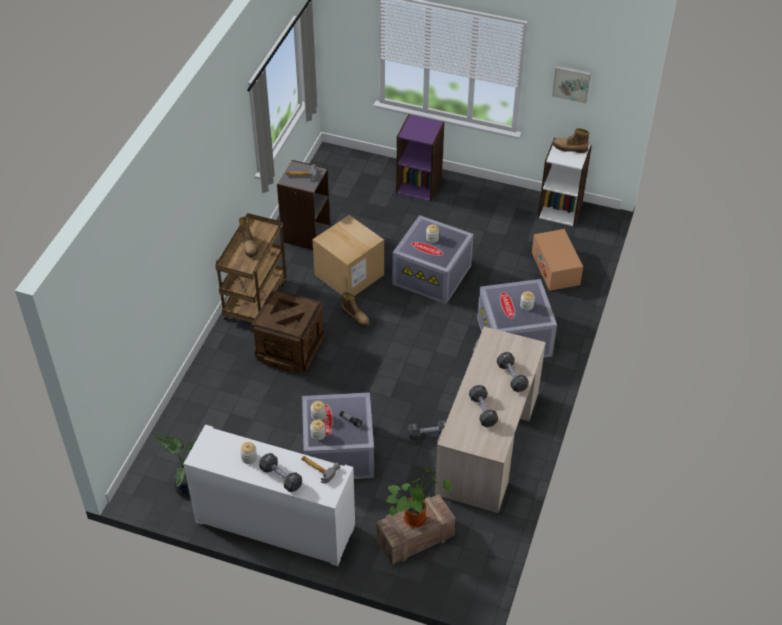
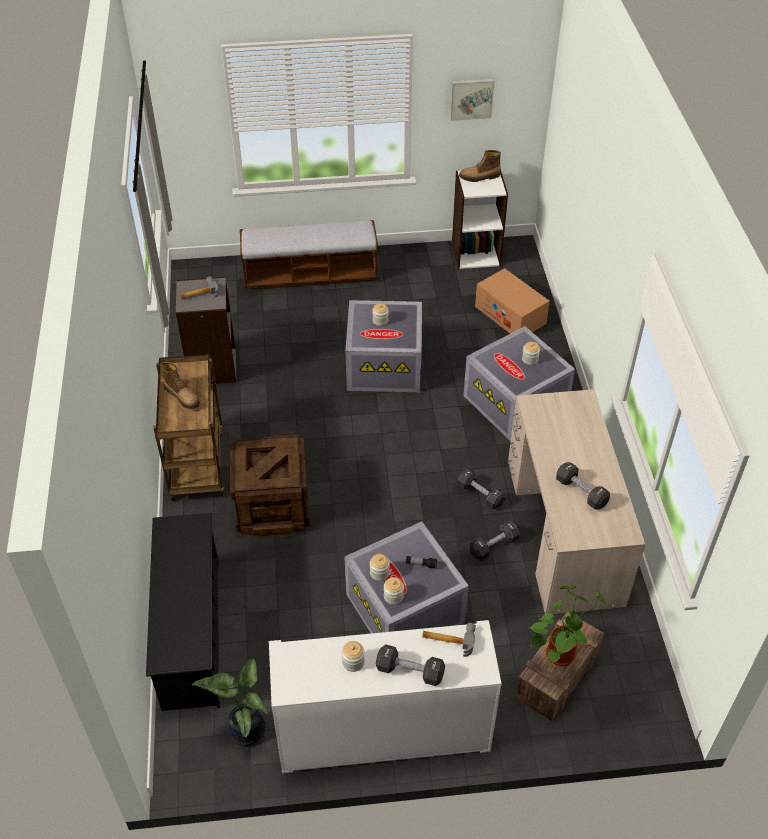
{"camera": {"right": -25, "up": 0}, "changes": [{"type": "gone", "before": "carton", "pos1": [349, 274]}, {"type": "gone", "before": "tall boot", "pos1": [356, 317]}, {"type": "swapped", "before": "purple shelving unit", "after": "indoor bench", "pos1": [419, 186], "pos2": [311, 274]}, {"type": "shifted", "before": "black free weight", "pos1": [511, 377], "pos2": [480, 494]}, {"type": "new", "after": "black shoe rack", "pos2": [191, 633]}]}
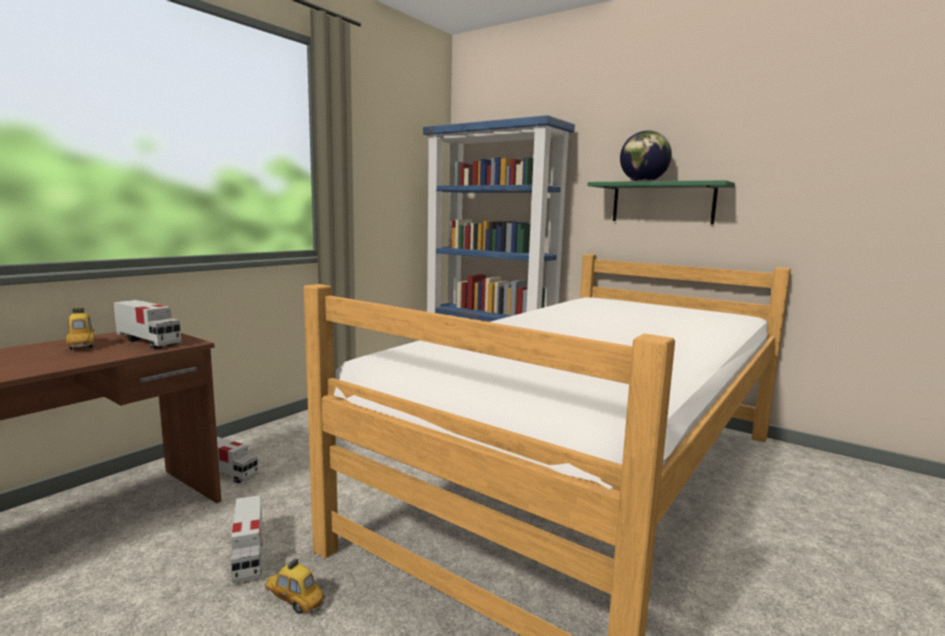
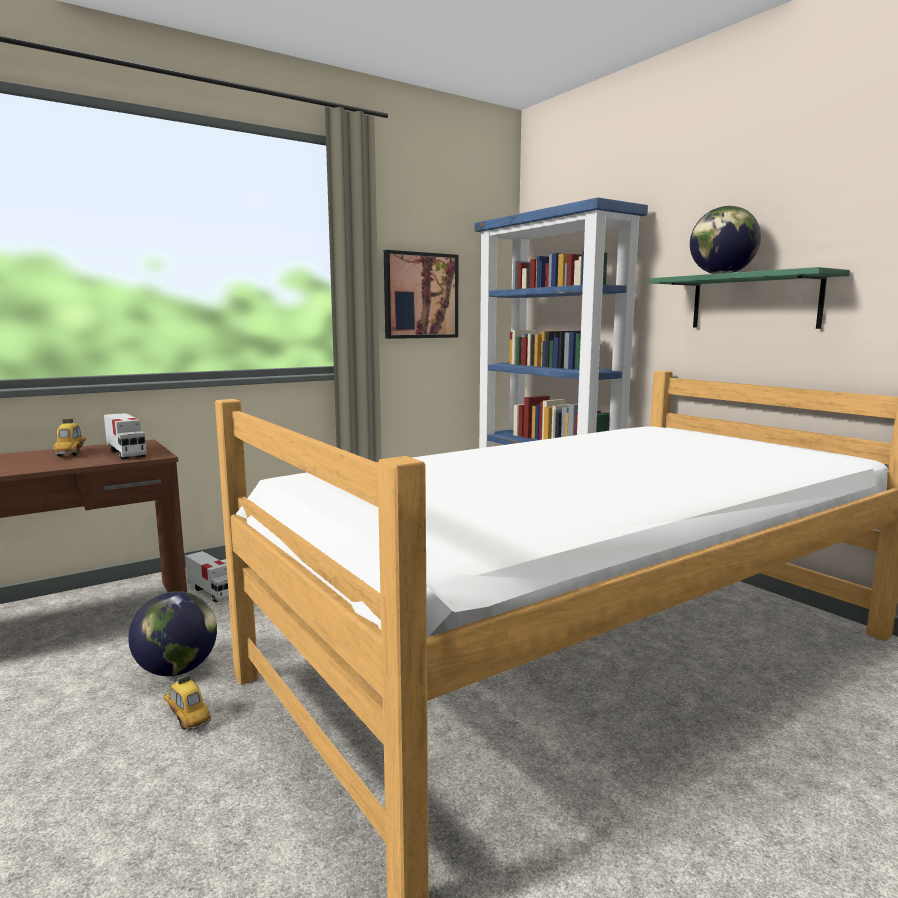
{"camera": {"right": 20, "up": 0}, "changes": [{"type": "swapped", "before": "toy truck", "after": "desk globe", "pos1": [248, 556], "pos2": [177, 670]}, {"type": "new", "after": "wall picture", "pos2": [420, 295]}]}
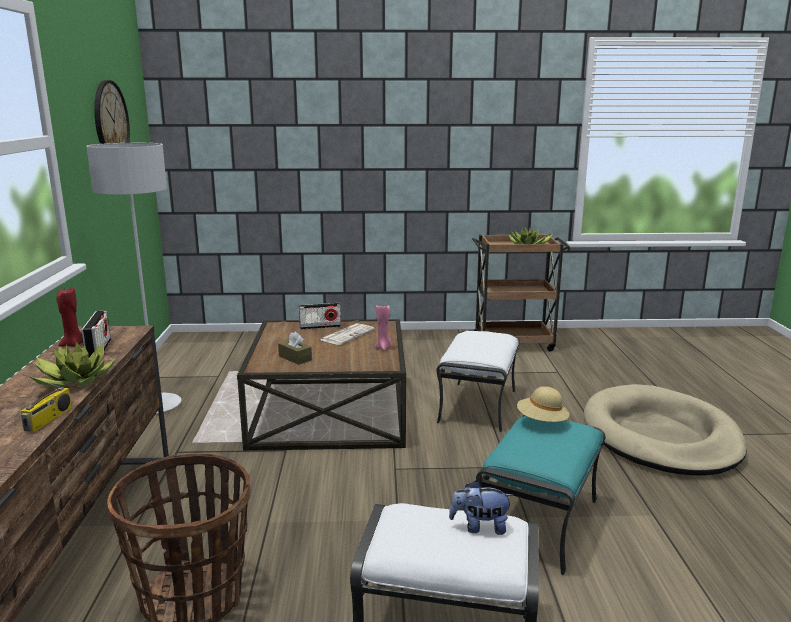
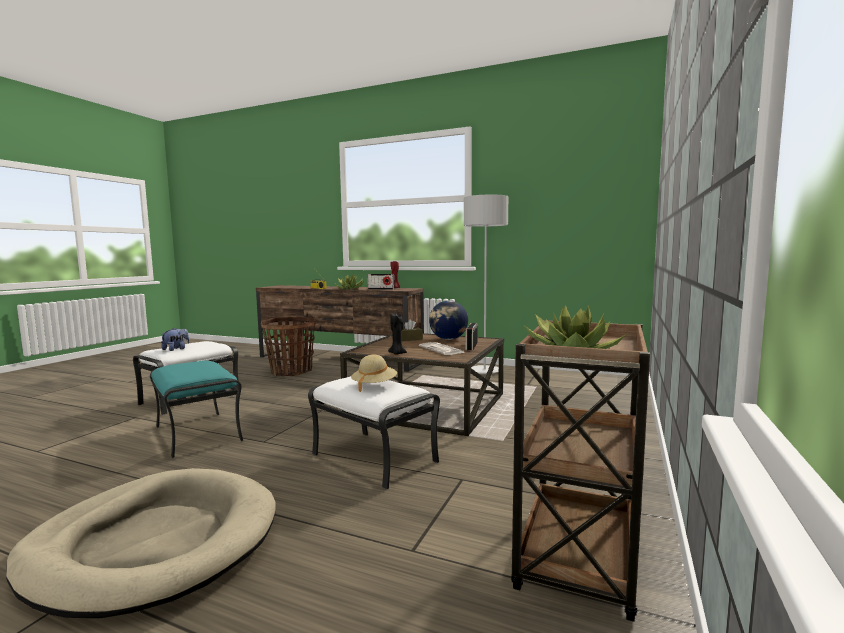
{"camera": {"right": 115, "up": -10}, "changes": [{"type": "gone", "before": "wall clock", "pos1": [110, 121]}, {"type": "repainted", "before": "pinkish wax light", "after": "black wax light", "pos1": [383, 348], "pos2": [397, 353]}, {"type": "shifted", "before": "beige clothing hat", "pos1": [542, 421], "pos2": [374, 386]}, {"type": "new", "after": "desk globe", "pos2": [448, 339]}]}
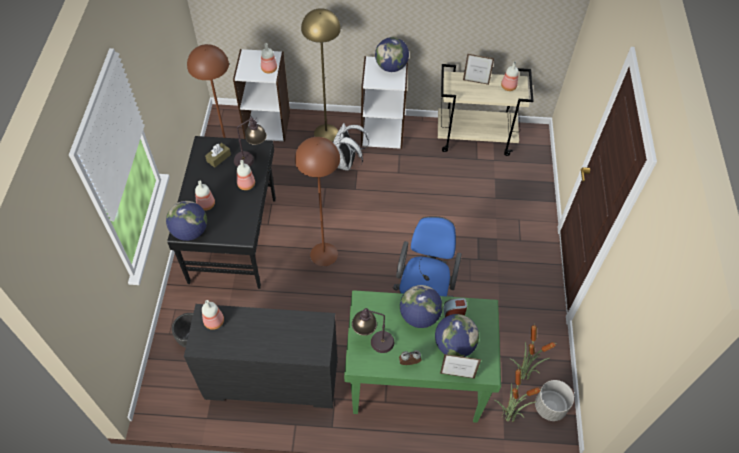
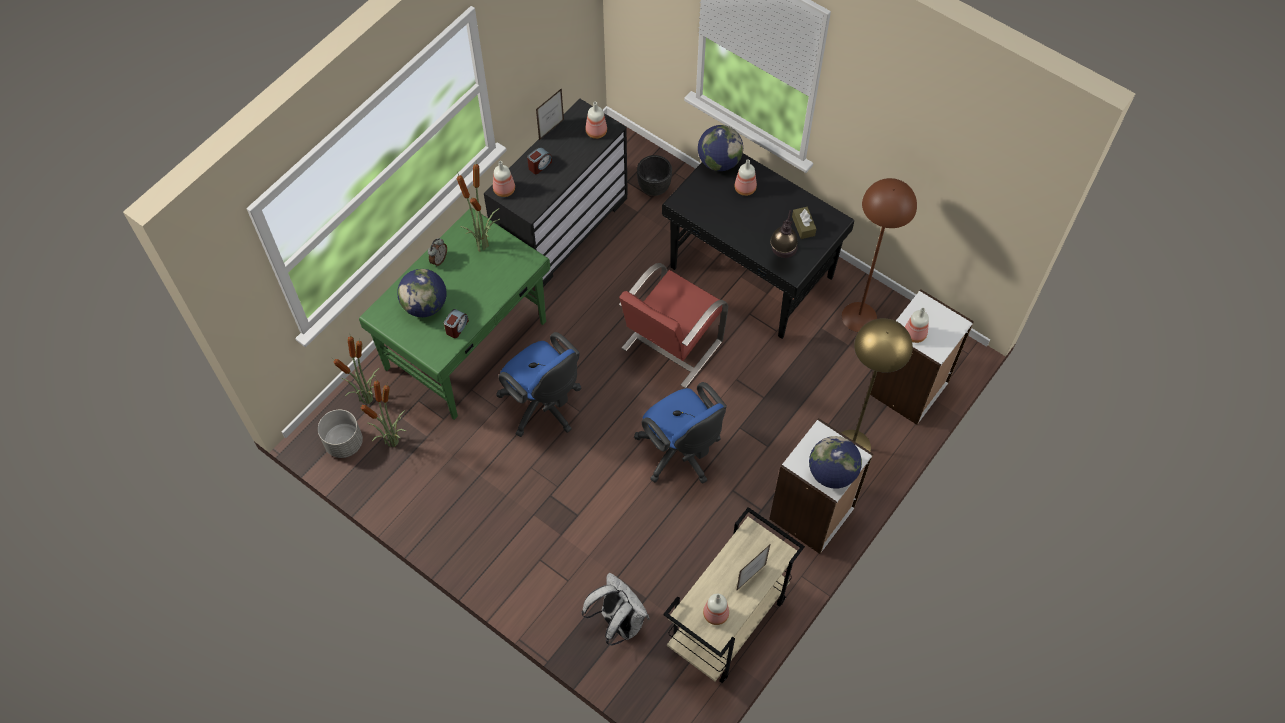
{"camera": {"right": 125, "up": 5}, "changes": [{"type": "shifted", "before": "drink bottle", "pos1": [246, 185], "pos2": [503, 189]}, {"type": "swapped", "before": "brown-coloured standing lamp", "after": "red-coloured plain chair", "pos1": [324, 254], "pos2": [670, 345]}, {"type": "shifted", "before": "white-coloured backpack", "pos1": [347, 163], "pos2": [618, 622]}, {"type": "swapped", "before": "tabletop lamp", "after": "houseplant", "pos1": [373, 341], "pos2": [483, 244]}, {"type": "gone", "before": "desk globe", "pos1": [419, 316]}, {"type": "shifted", "before": "standing frame", "pos1": [457, 376], "pos2": [551, 129]}, {"type": "new", "after": "alarm clock", "pos2": [539, 165]}, {"type": "new", "after": "blue computer chair", "pos2": [681, 453]}]}
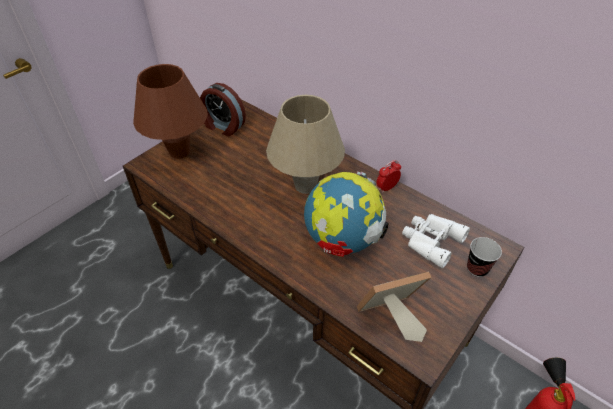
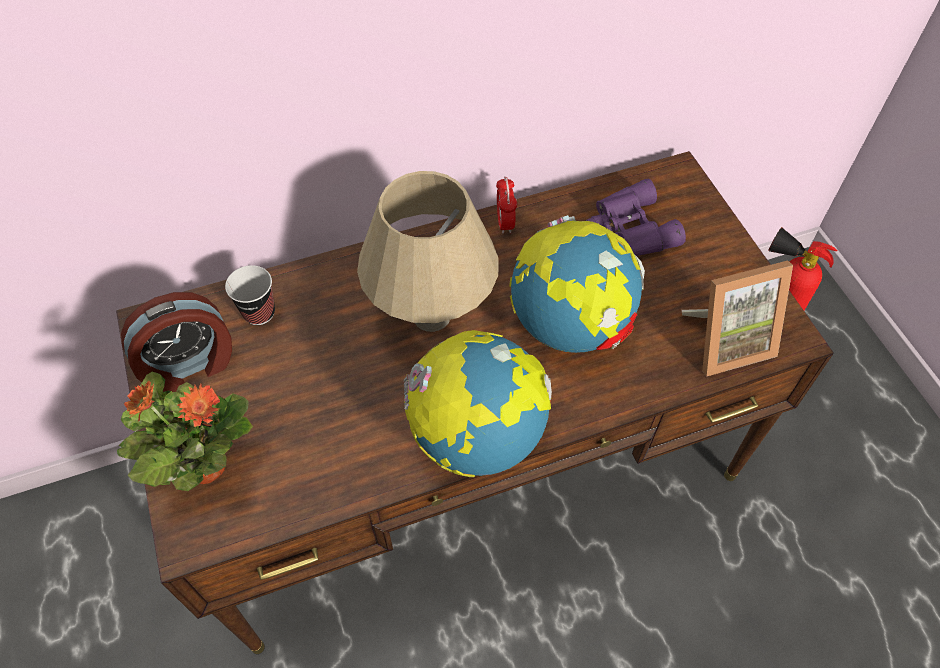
{"camera": {"right": -60, "up": 10}, "changes": [{"type": "swapped", "before": "brown-coloured tabletop lamp", "after": "houseplant", "pos1": [179, 152], "pos2": [204, 465]}, {"type": "rotated", "before": "standing frame", "pos1": [390, 319], "pos2": [725, 341], "turn": -120}, {"type": "repainted", "before": "white-coloured field glasses", "after": "purple field glasses", "pos1": [430, 240], "pos2": [628, 231]}, {"type": "shifted", "before": "drinking cup", "pos1": [477, 268], "pos2": [259, 312]}, {"type": "new", "after": "desk globe", "pos2": [477, 435]}]}
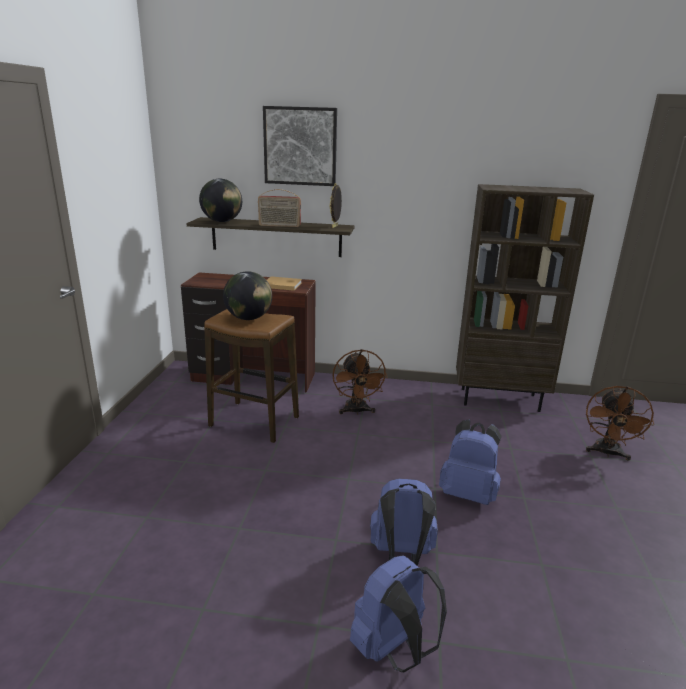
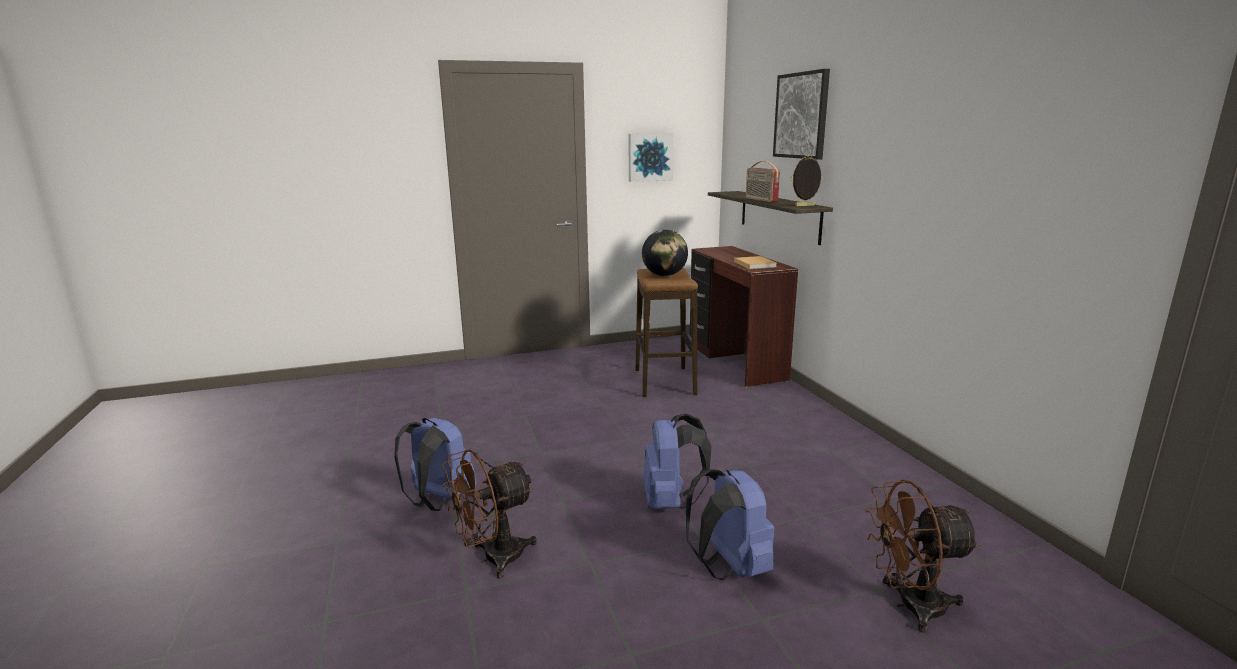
{"camera": {"right": 65, "up": -5}, "changes": [{"type": "gone", "before": "desk globe", "pos1": [222, 221]}, {"type": "shifted", "before": "brown-coloured fan", "pos1": [356, 411], "pos2": [493, 558]}, {"type": "shifted", "before": "blue backpack", "pos1": [401, 556], "pos2": [729, 568]}, {"type": "gone", "before": "brown-coloured shelving unit", "pos1": [500, 399]}, {"type": "new", "after": "wall picture", "pos2": [650, 157]}]}
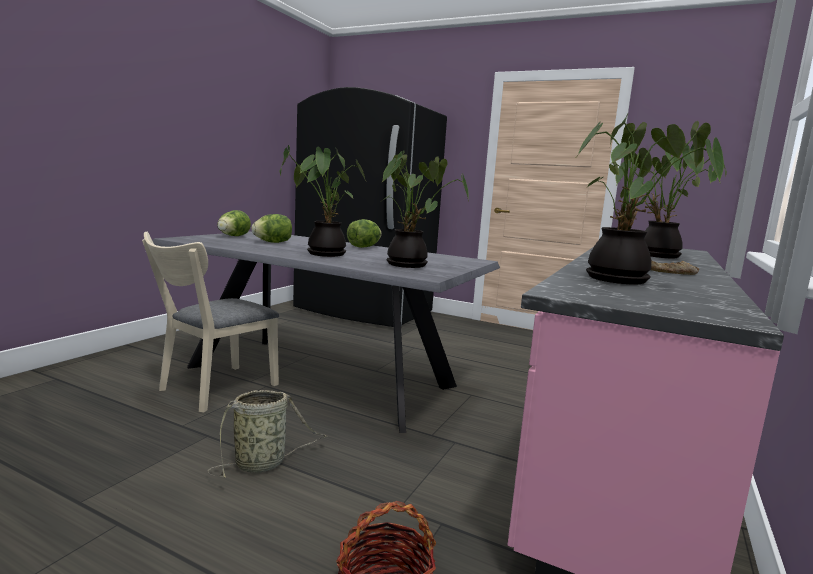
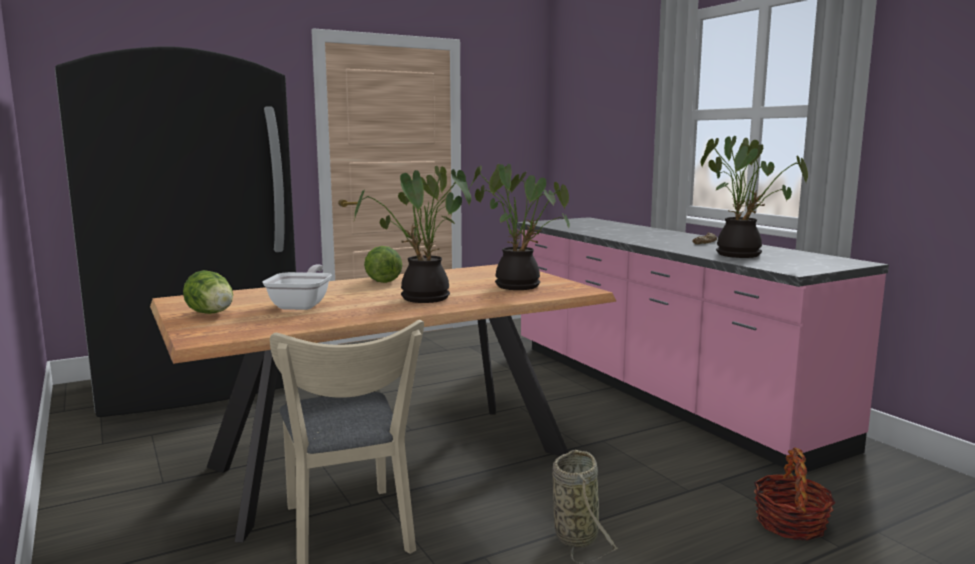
{"camera": {"right": -55, "up": 0}, "changes": [{"type": "repainted", "before": "gray dining table", "after": "brown-coloured dining table", "pos1": [321, 376], "pos2": [391, 460]}, {"type": "swapped", "before": "head of lettuce", "after": "pan", "pos1": [273, 242], "pos2": [302, 305]}, {"type": "gone", "before": "houseplant", "pos1": [655, 255]}]}
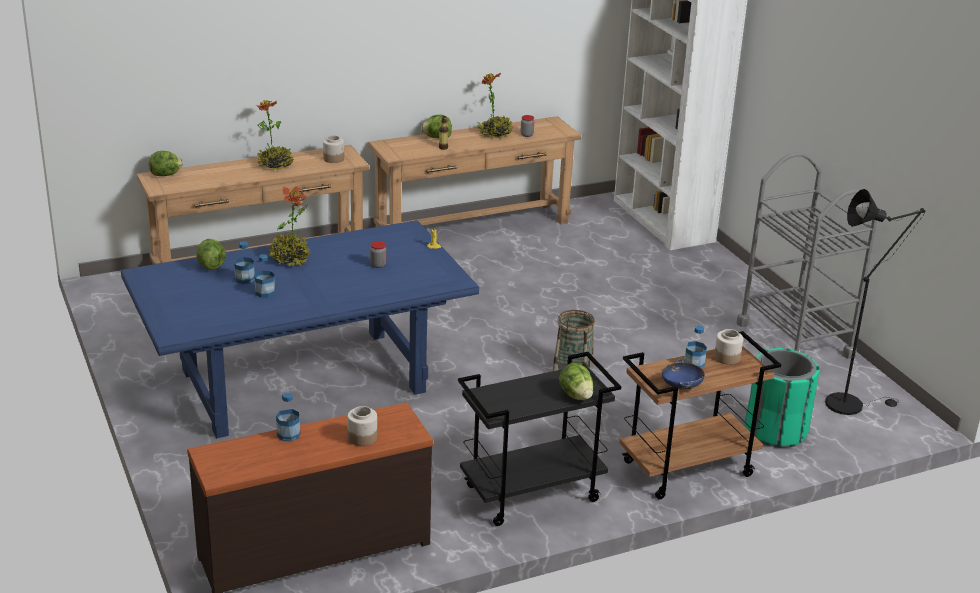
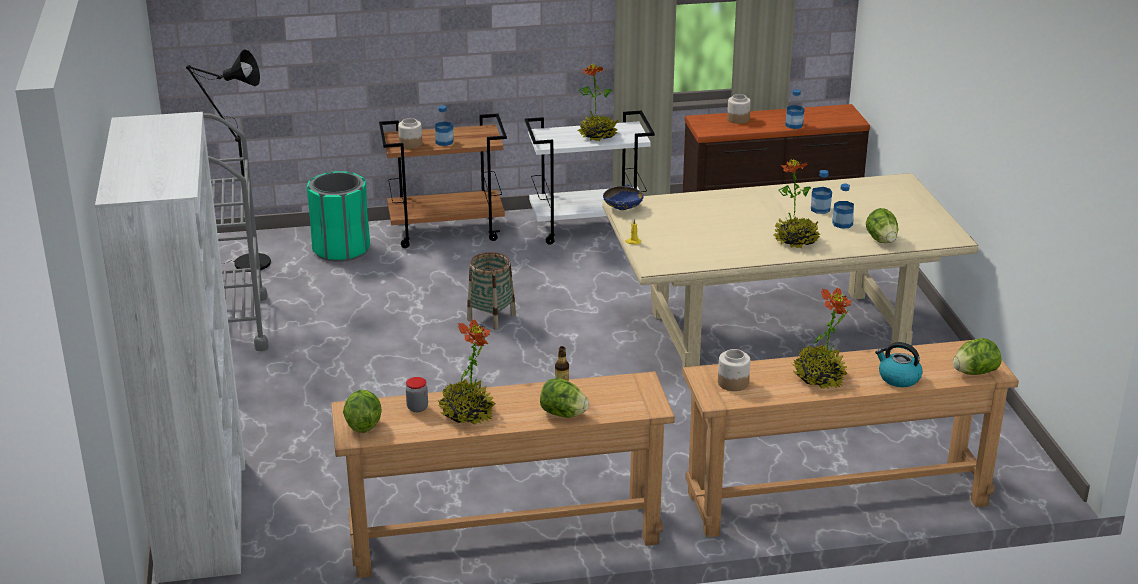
{"camera": {"right": -165, "up": 0}, "changes": [{"type": "repainted", "before": "blue dining table", "after": "beige dining table", "pos1": [304, 381], "pos2": [776, 334]}, {"type": "gone", "before": "preserve jar", "pos1": [378, 265]}, {"type": "repainted", "before": "black trolley", "after": "white-coloured trolley", "pos1": [531, 494], "pos2": [589, 227]}, {"type": "shifted", "before": "head of lettuce", "pos1": [576, 395], "pos2": [363, 425]}, {"type": "shifted", "before": "blue serving bowl", "pos1": [681, 386], "pos2": [623, 208]}, {"type": "new", "after": "houseplant", "pos2": [598, 136]}, {"type": "new", "after": "water kettle", "pos2": [898, 378]}]}
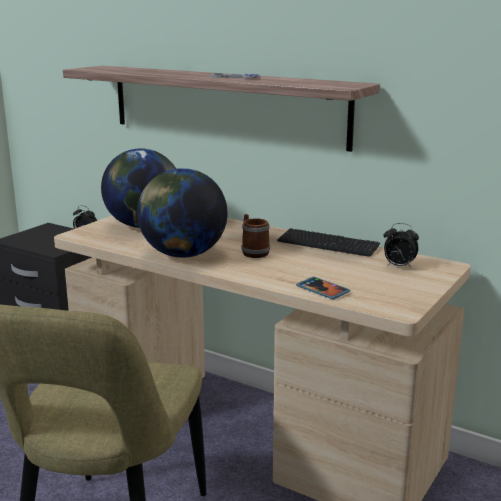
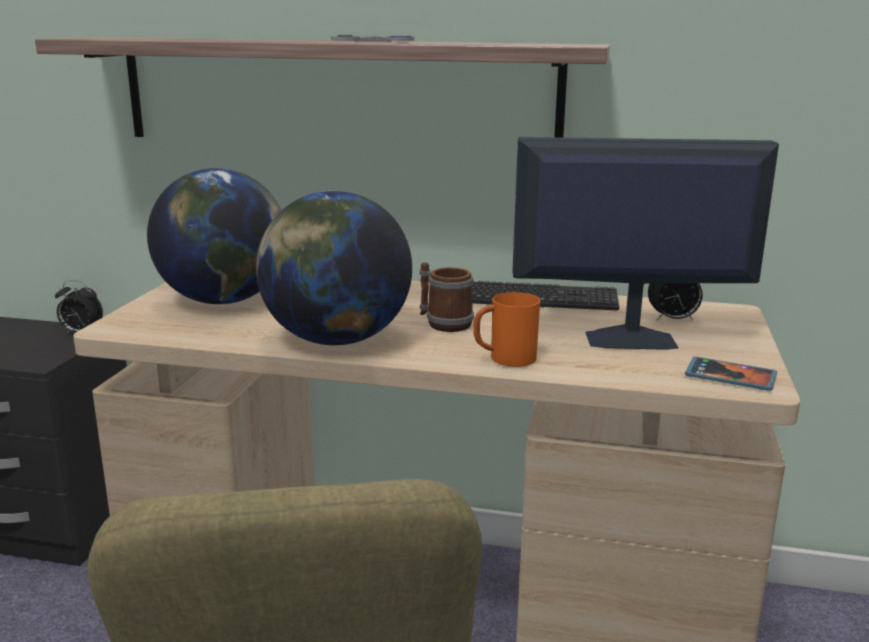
{"camera": {"right": -20, "up": 0}, "changes": [{"type": "shifted", "before": "telephone", "pos1": [322, 290], "pos2": [730, 377]}, {"type": "new", "after": "orangey coffee mug", "pos2": [504, 360]}, {"type": "new", "after": "monitor", "pos2": [628, 340]}]}
